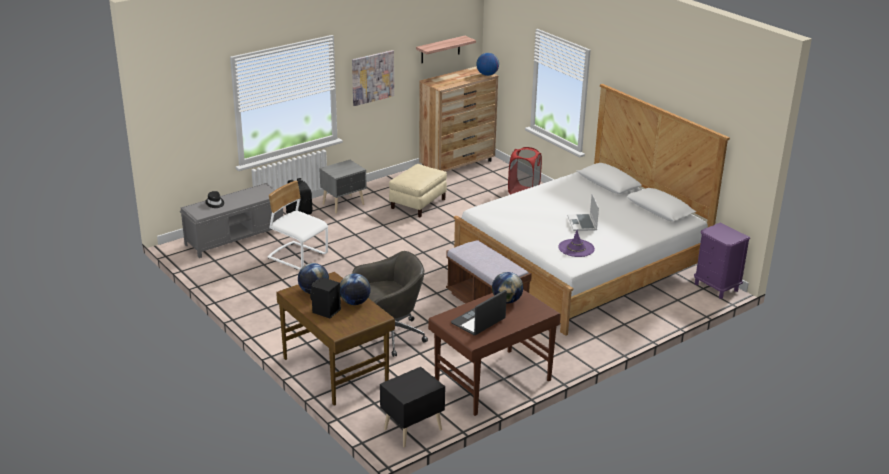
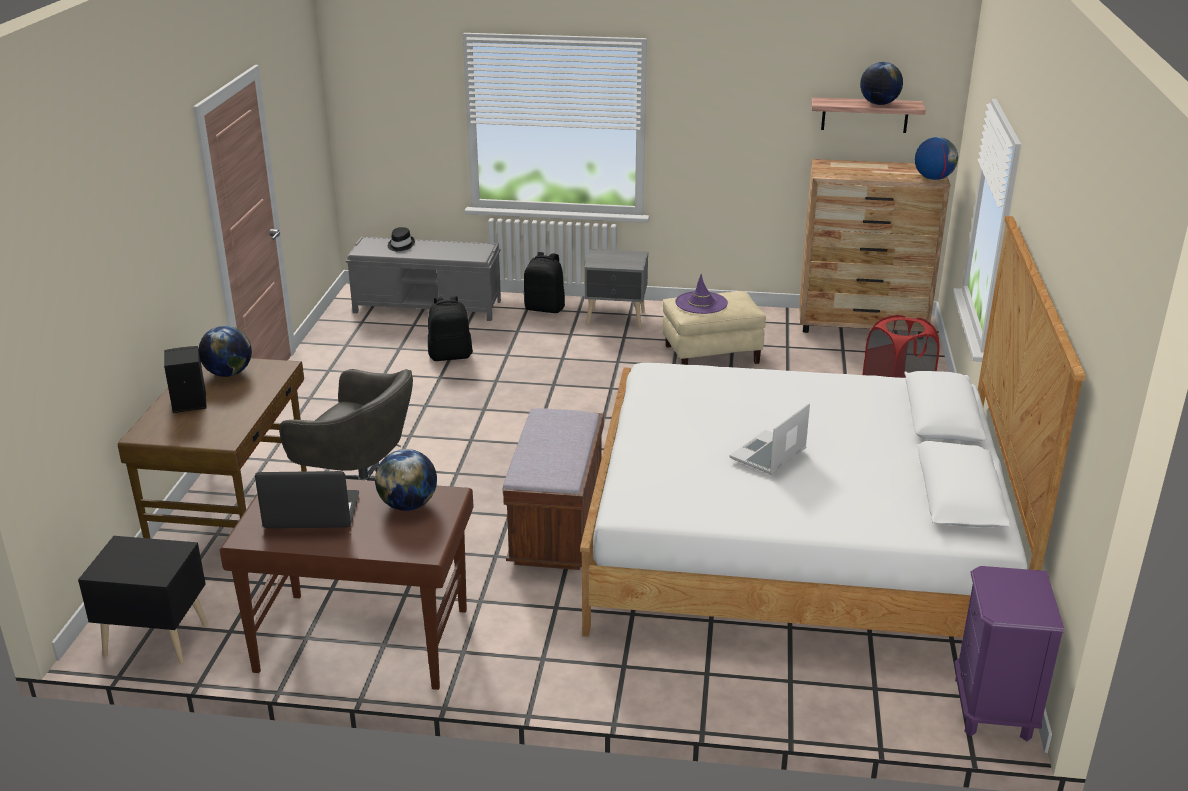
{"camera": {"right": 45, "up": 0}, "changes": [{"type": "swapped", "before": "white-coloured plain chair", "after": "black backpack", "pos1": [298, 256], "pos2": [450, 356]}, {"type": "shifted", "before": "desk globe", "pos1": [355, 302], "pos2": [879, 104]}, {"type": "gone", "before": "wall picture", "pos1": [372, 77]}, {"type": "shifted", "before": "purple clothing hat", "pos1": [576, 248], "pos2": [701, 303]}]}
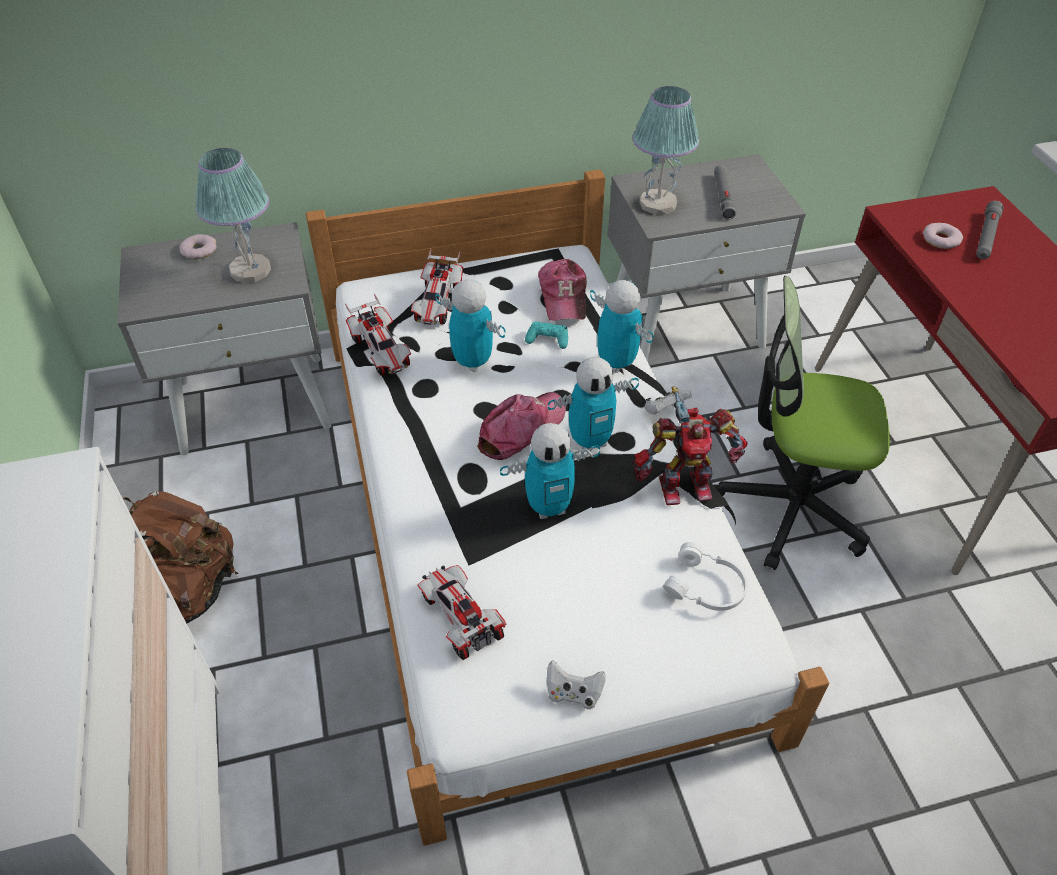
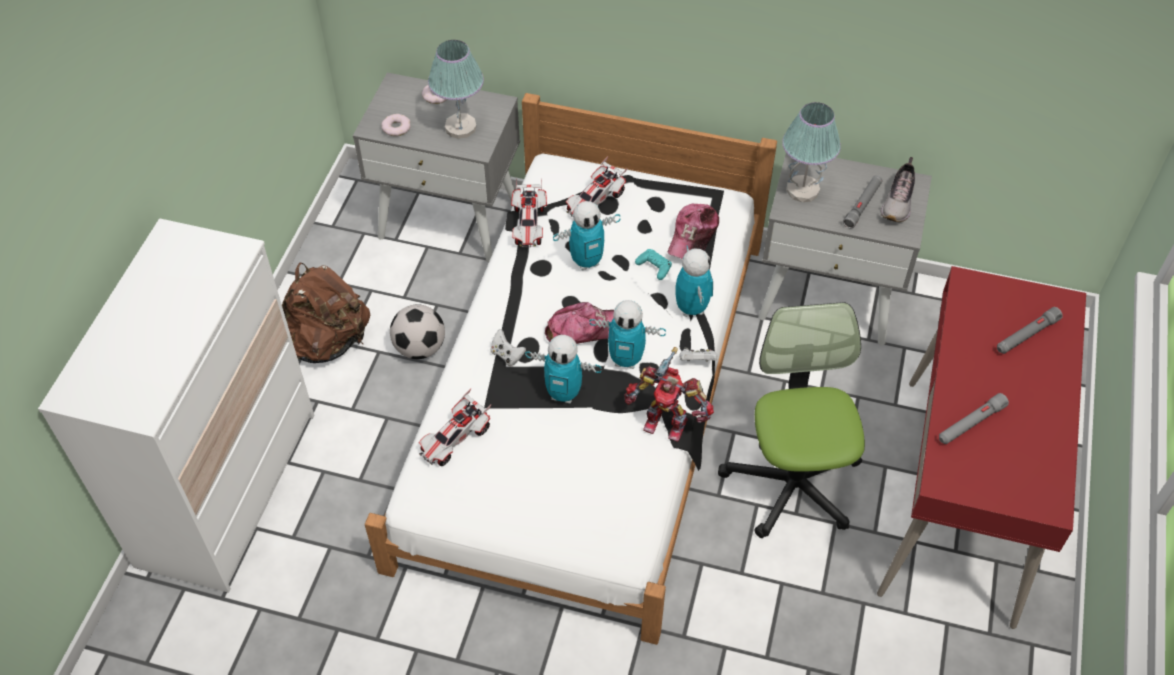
{"camera": {"right": 30, "up": 5}, "changes": [{"type": "rotated", "before": "miniature car", "pos1": [460, 619], "pos2": [455, 440], "turn": -135}, {"type": "rotated", "before": "robot figure", "pos1": [472, 362], "pos2": [587, 261], "turn": 90}, {"type": "shifted", "before": "white-coloured joypad", "pos1": [573, 693], "pos2": [507, 355]}, {"type": "gone", "before": "white-coloured pair of headphones", "pos1": [706, 587]}, {"type": "rotated", "before": "computer chair", "pos1": [790, 506], "pos2": [792, 483], "turn": 45}, {"type": "shifted", "before": "ring doughnut", "pos1": [940, 239], "pos2": [396, 127]}, {"type": "new", "after": "football ball", "pos2": [420, 348]}, {"type": "new", "after": "item of footwear", "pos2": [898, 202]}, {"type": "new", "after": "gray hand torch", "pos2": [970, 423]}]}
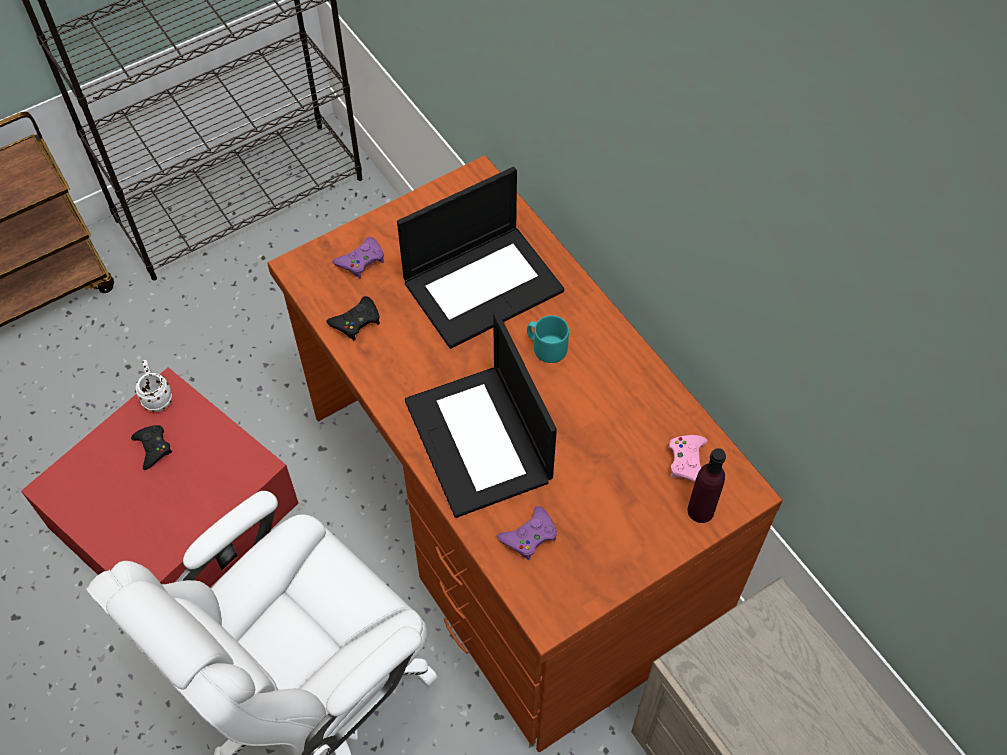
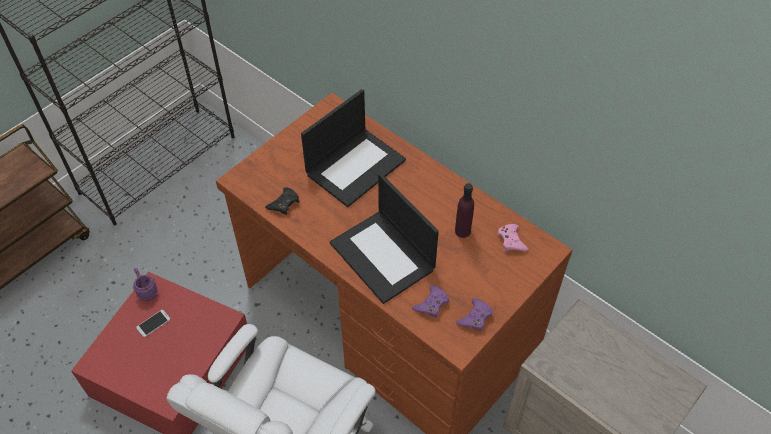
{"camera": {"right": -15, "up": -5}, "changes": [{"type": "swapped", "before": "black joypad", "after": "telephone", "pos1": [153, 448], "pos2": [153, 323]}, {"type": "repainted", "before": "white-coloured coffee mug", "after": "purple coffee mug", "pos1": [157, 397], "pos2": [146, 291]}, {"type": "shifted", "before": "purple joypad", "pos1": [361, 260], "pos2": [475, 317]}, {"type": "gone", "before": "blue-green coffee mug", "pos1": [546, 347]}, {"type": "shifted", "before": "purple drink bottle", "pos1": [700, 510], "pos2": [462, 231]}]}
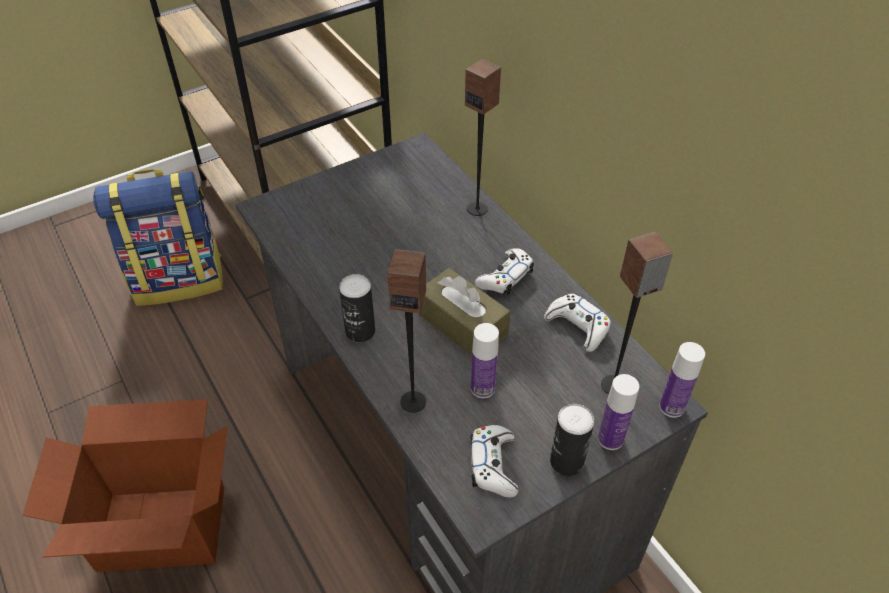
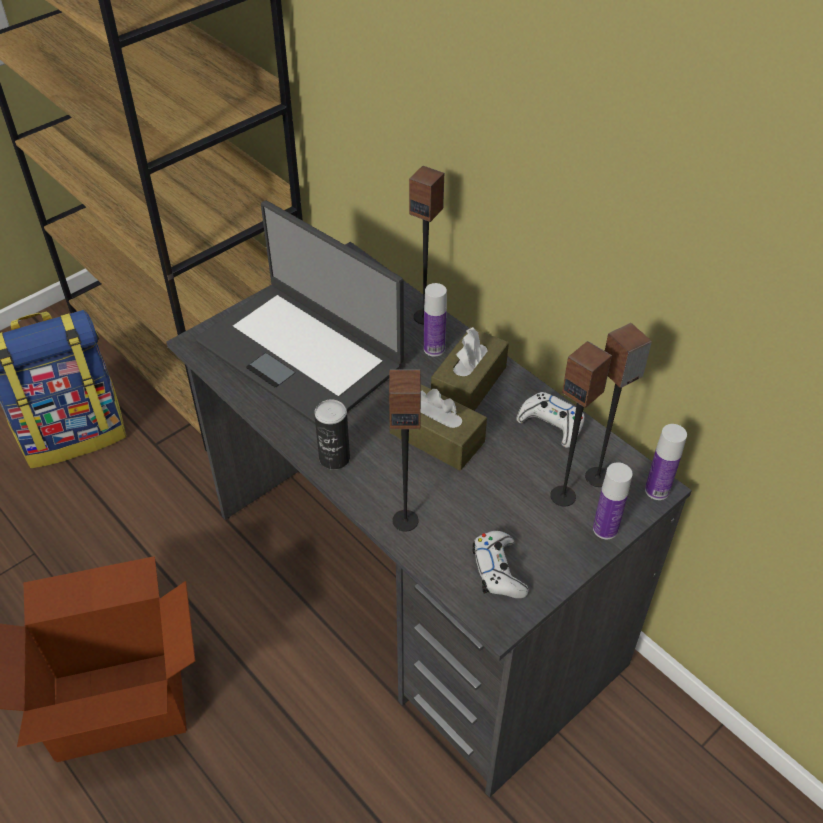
{"camera": {"right": -10, "up": 0}, "changes": [{"type": "shifted", "before": "drink bottle", "pos1": [483, 388], "pos2": [434, 349]}, {"type": "swapped", "before": "white-coloured joypad", "after": "brown-coloured tissue box", "pos1": [505, 277], "pos2": [469, 384]}, {"type": "gone", "before": "metal can", "pos1": [566, 461]}, {"type": "new", "after": "portable computer", "pos2": [301, 353]}, {"type": "new", "after": "speaker", "pos2": [563, 496]}]}
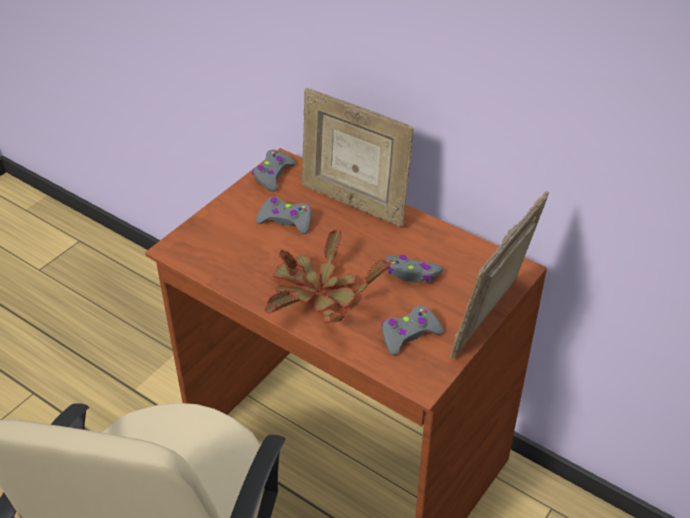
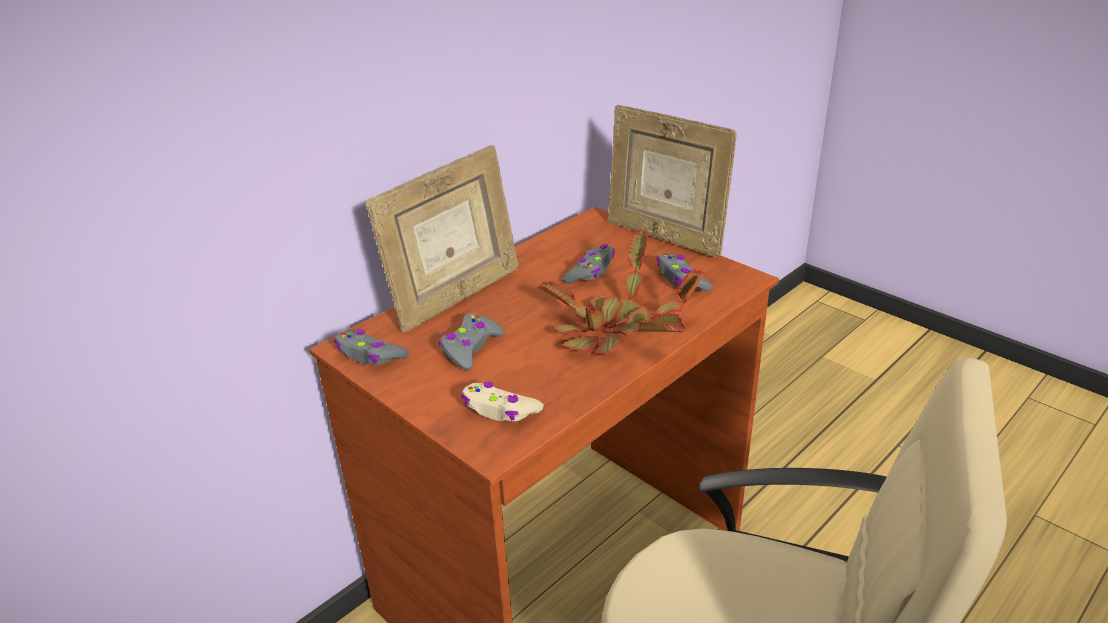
{"camera": {"right": -80, "up": -10}, "changes": [{"type": "new", "after": "beige joypad", "pos2": [500, 409]}]}
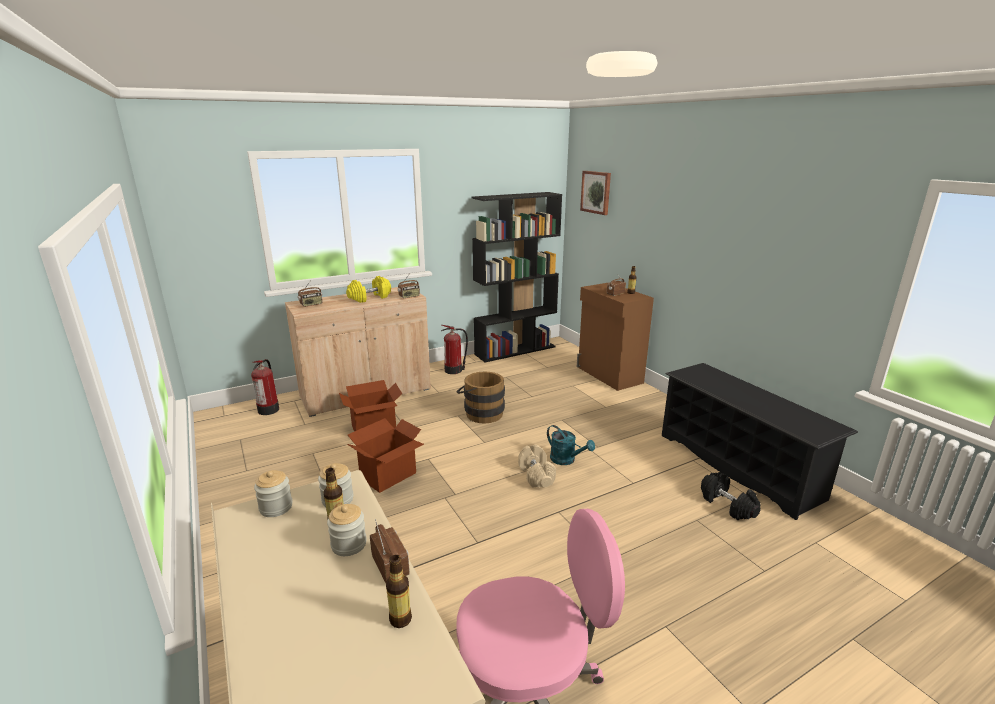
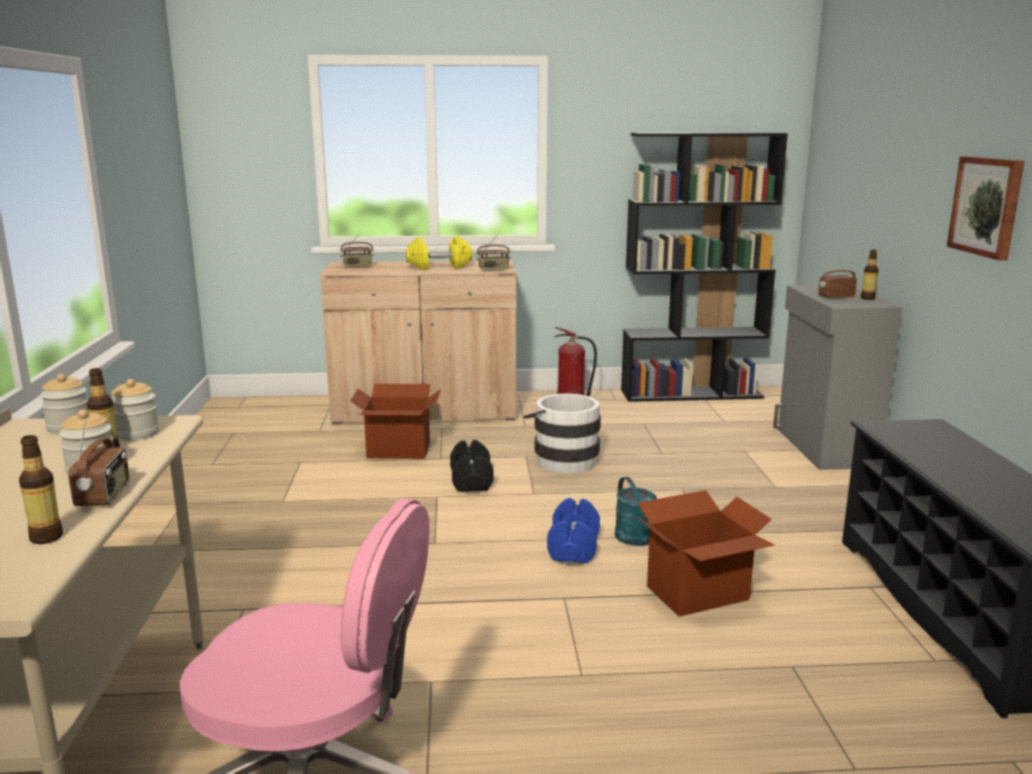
{"camera": {"right": 25, "up": -5}, "changes": [{"type": "gone", "before": "extinguisher", "pos1": [269, 409]}, {"type": "shifted", "before": "carton", "pos1": [389, 476], "pos2": [698, 594]}, {"type": "repainted", "before": "brown-coloured water bucket", "after": "white-coloured water bucket", "pos1": [481, 413], "pos2": [562, 459]}, {"type": "repainted", "before": "beige free weight", "after": "blue free weight", "pos1": [536, 475], "pos2": [574, 547]}, {"type": "repainted", "before": "brown-coloured cabinet", "after": "gray cabinet", "pos1": [609, 375], "pos2": [824, 448]}, {"type": "shifted", "before": "wall picture", "pos1": [596, 192], "pos2": [987, 206]}, {"type": "shifted", "before": "black free weight", "pos1": [728, 505], "pos2": [471, 481]}]}
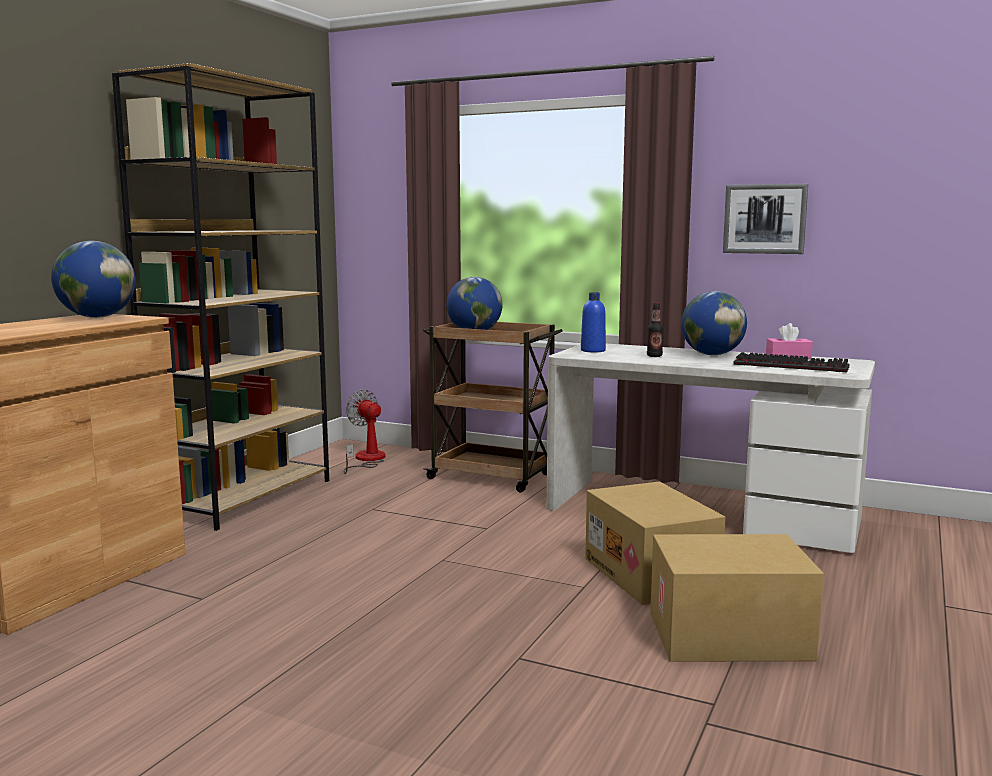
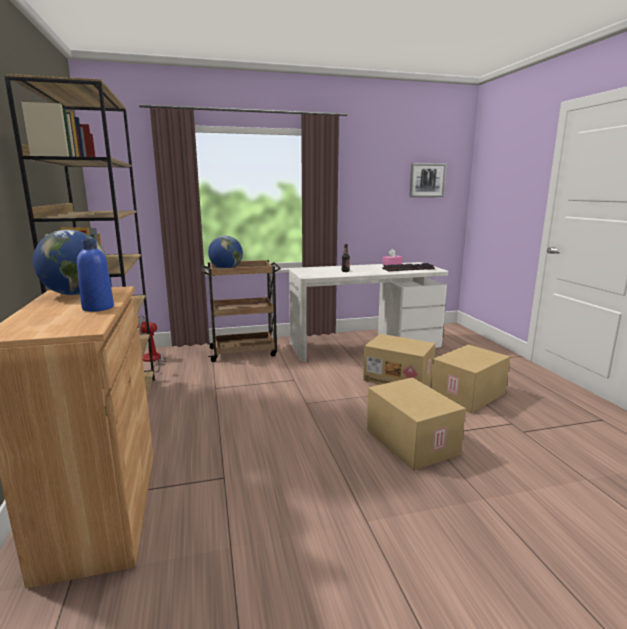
{"camera": {"right": -40, "up": 5}, "changes": [{"type": "shifted", "before": "blue drink bottle", "pos1": [593, 350], "pos2": [98, 308]}, {"type": "gone", "before": "desk globe", "pos1": [712, 354]}, {"type": "shifted", "before": "wall picture", "pos1": [765, 219], "pos2": [427, 180]}, {"type": "new", "after": "carton", "pos2": [409, 442]}]}
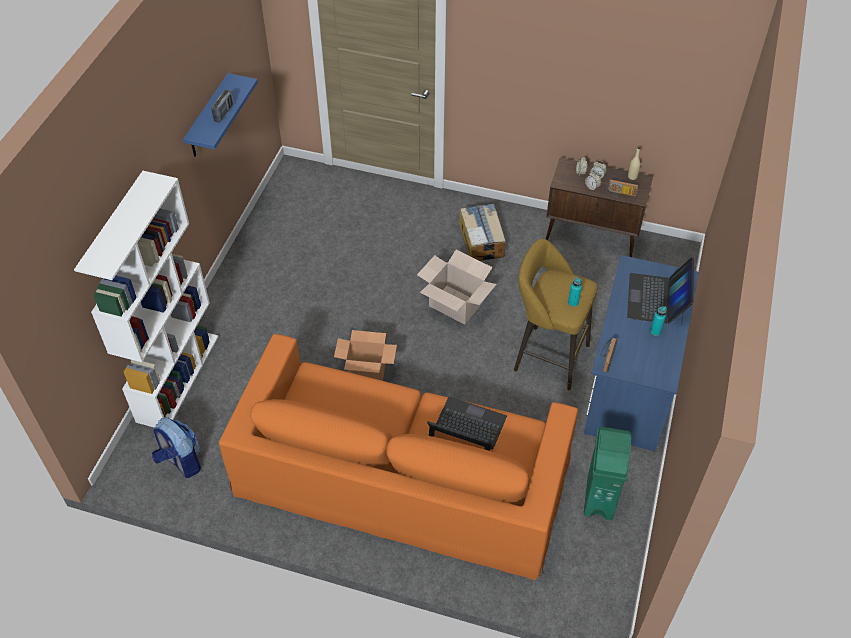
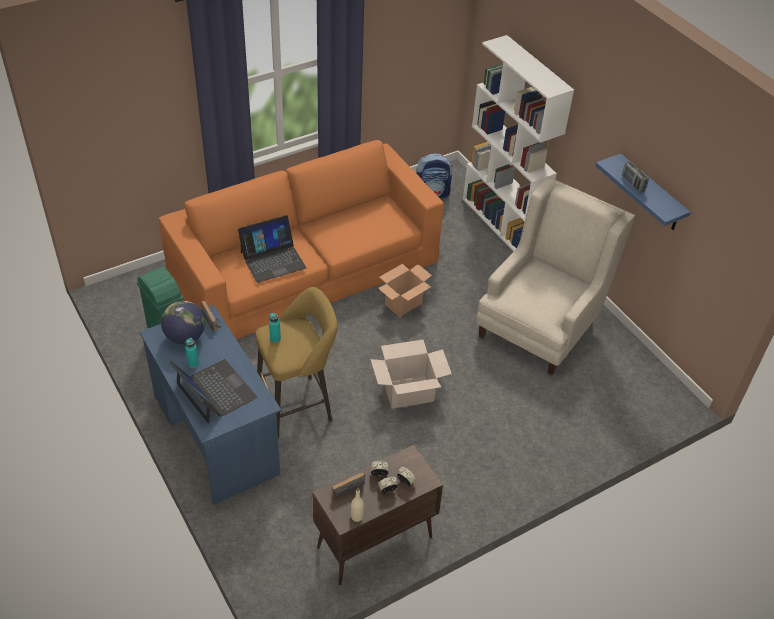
{"camera": {"right": 130, "up": -5}, "changes": [{"type": "gone", "before": "carton", "pos1": [481, 240]}, {"type": "new", "after": "desk globe", "pos2": [185, 337]}, {"type": "new", "after": "beige armchair", "pos2": [541, 324]}]}
